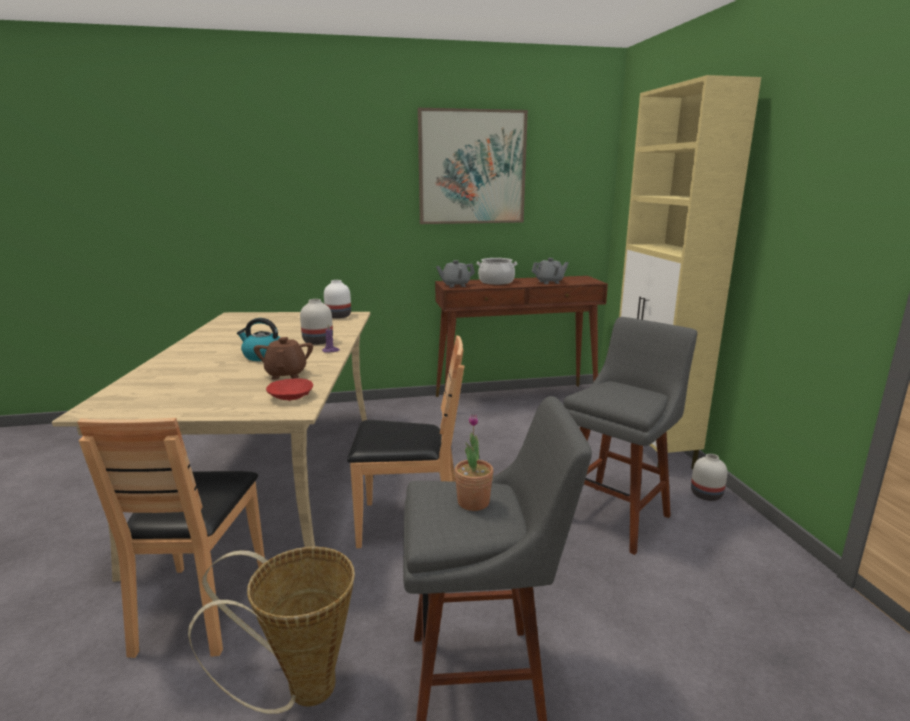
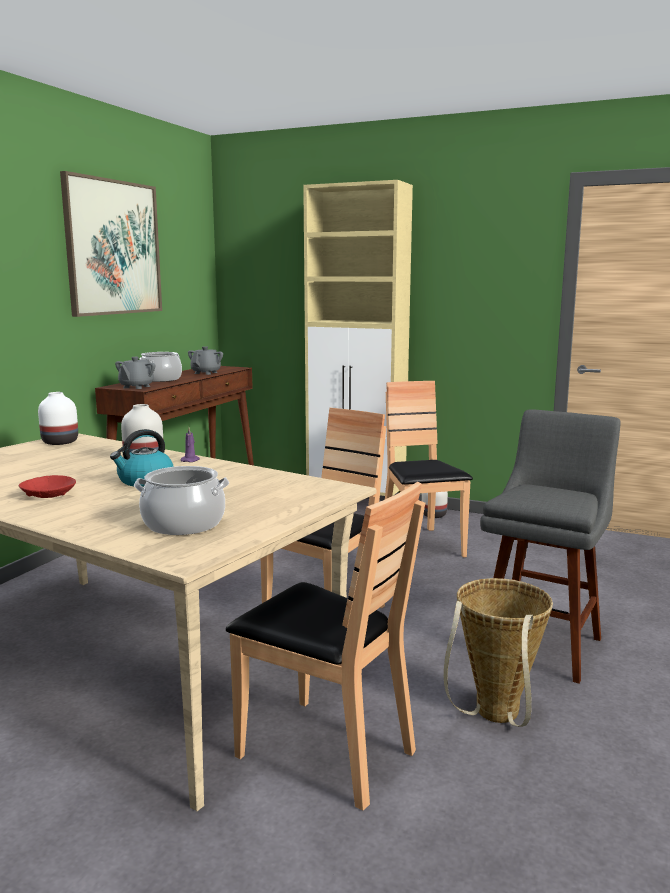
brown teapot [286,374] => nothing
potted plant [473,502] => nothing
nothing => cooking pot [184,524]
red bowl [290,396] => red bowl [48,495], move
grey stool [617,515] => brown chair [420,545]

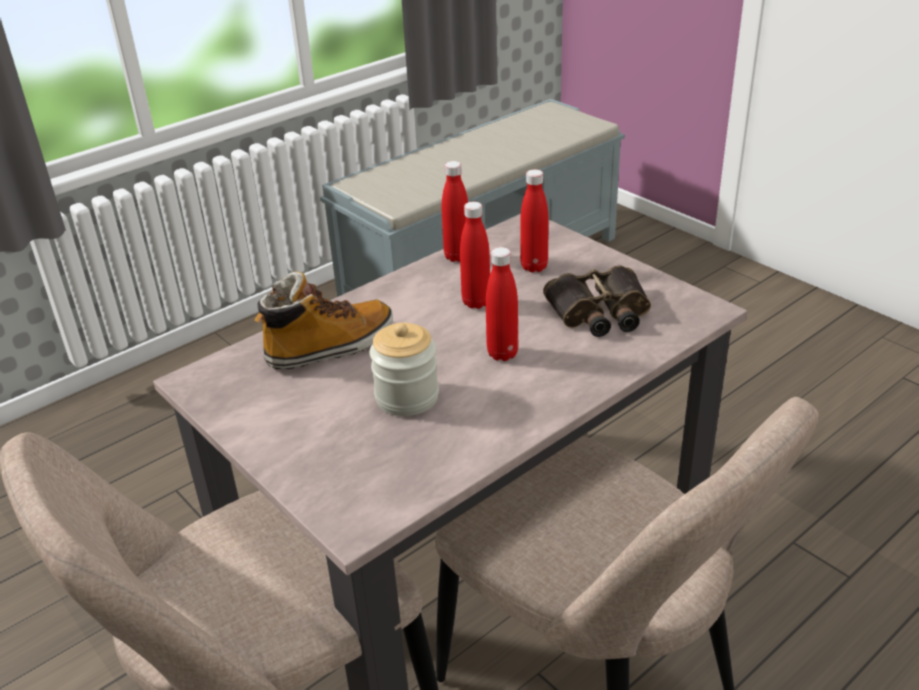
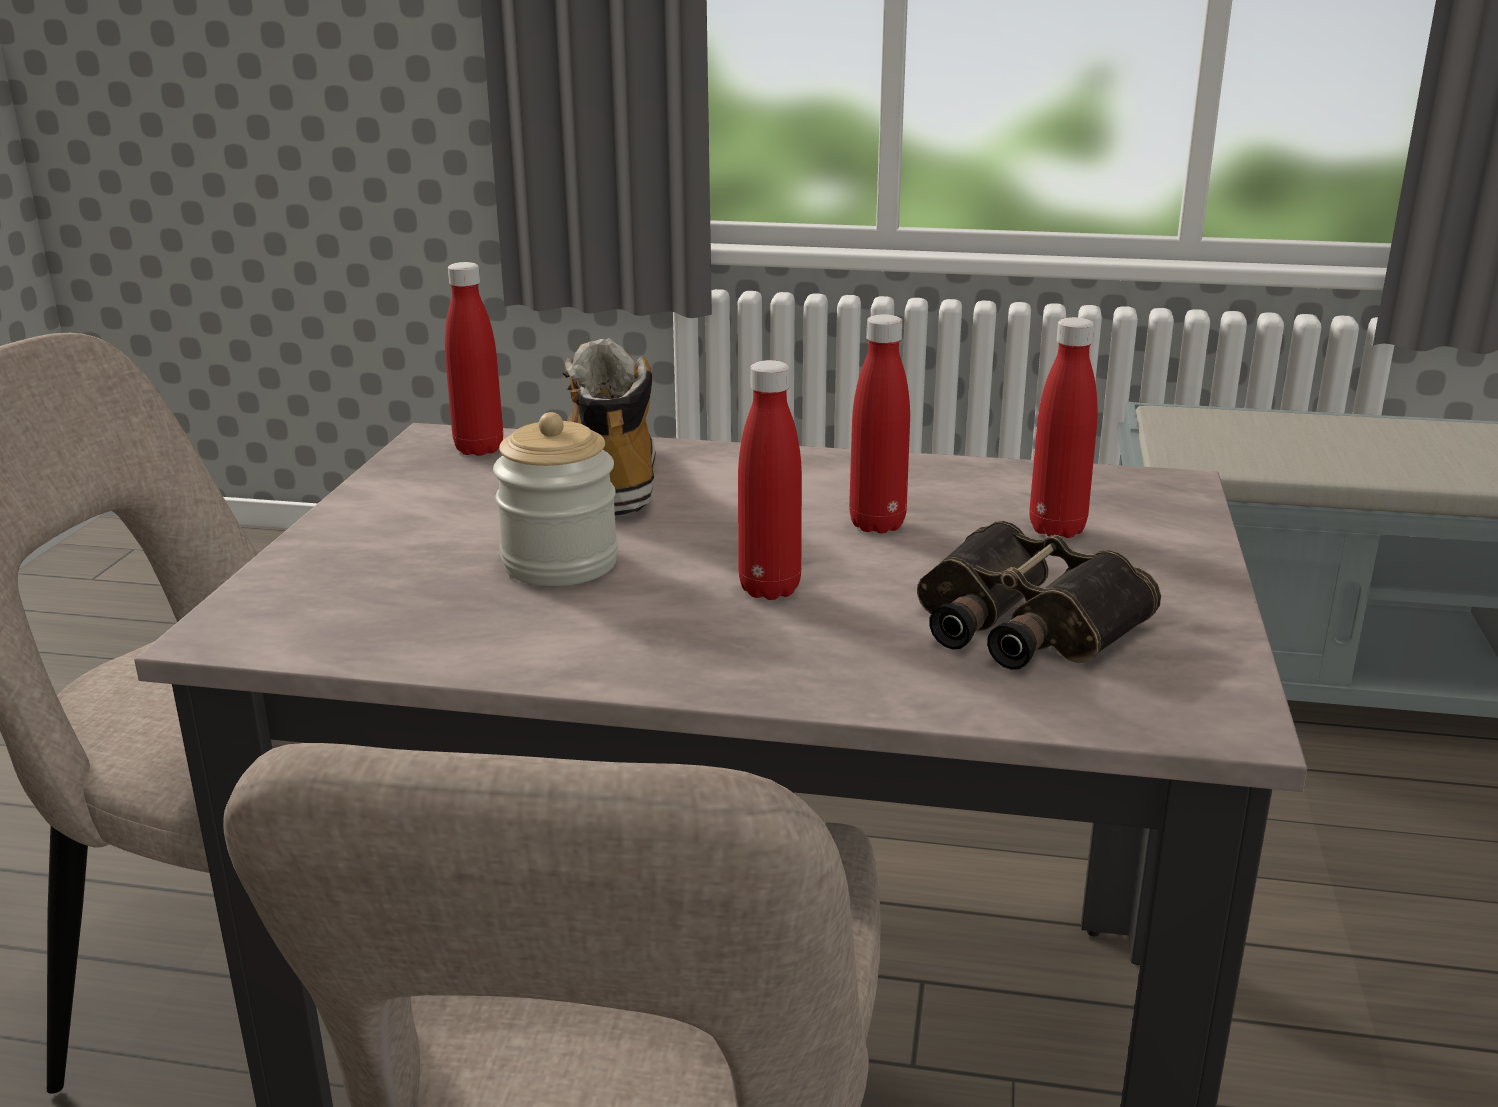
red bottle [457,257] => red bottle [479,449], move
boot [330,347] => boot [611,479], 120 degrees counterclockwise

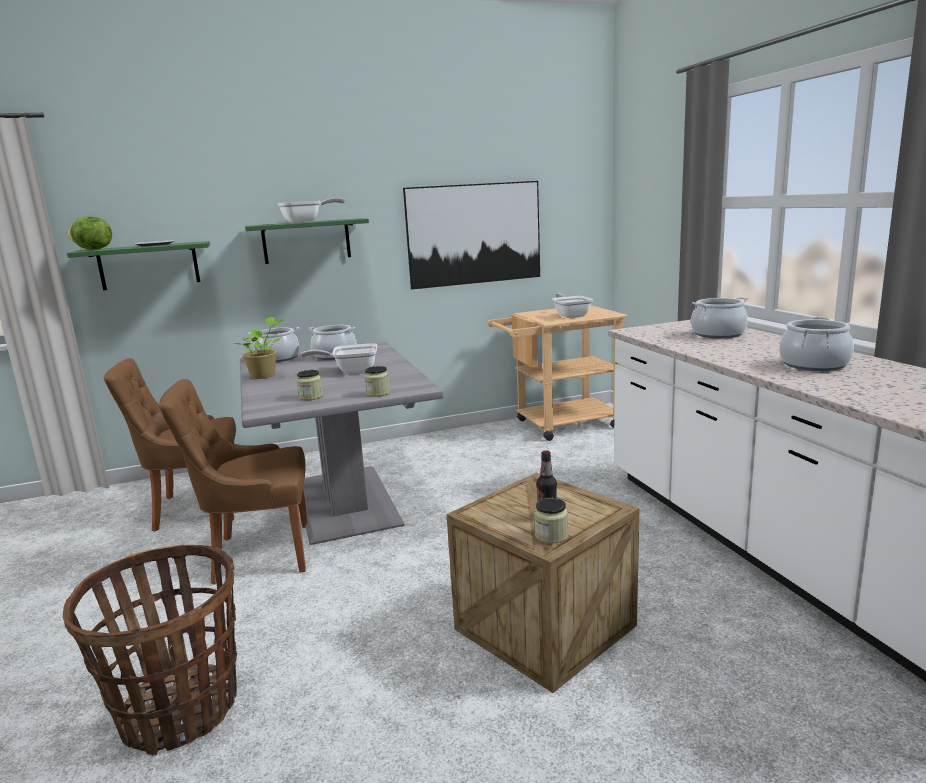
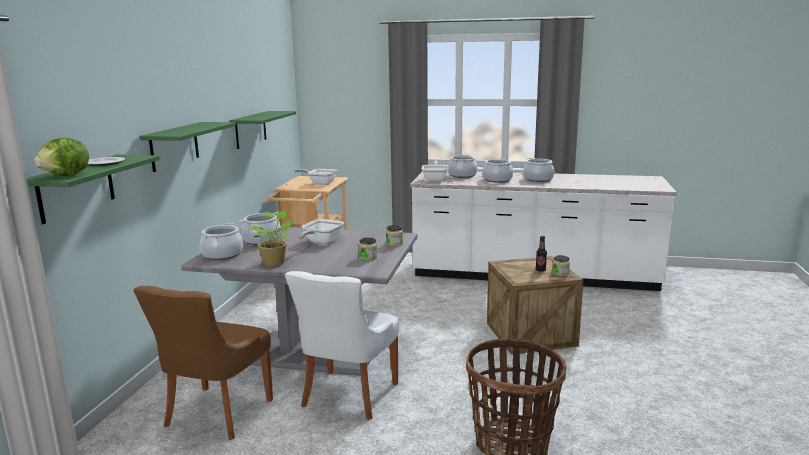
nothing => cooking pot [497,180]
frying pan [306,221] => frying pan [435,179], move
picture [474,234] => green shelf [250,129]
brown chair [258,554] => white chair [347,396]

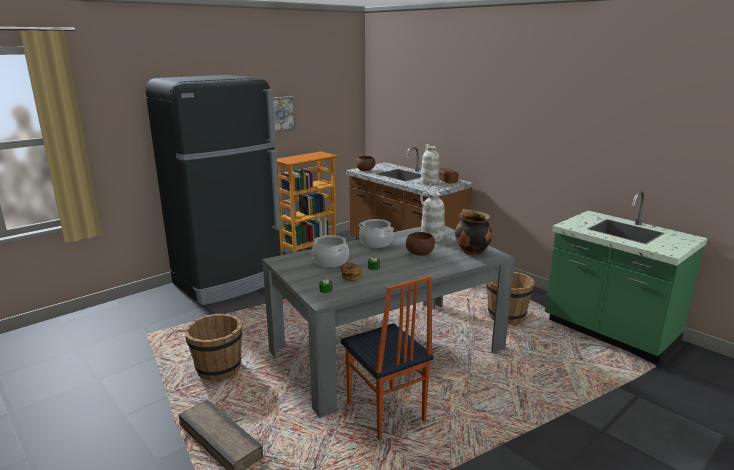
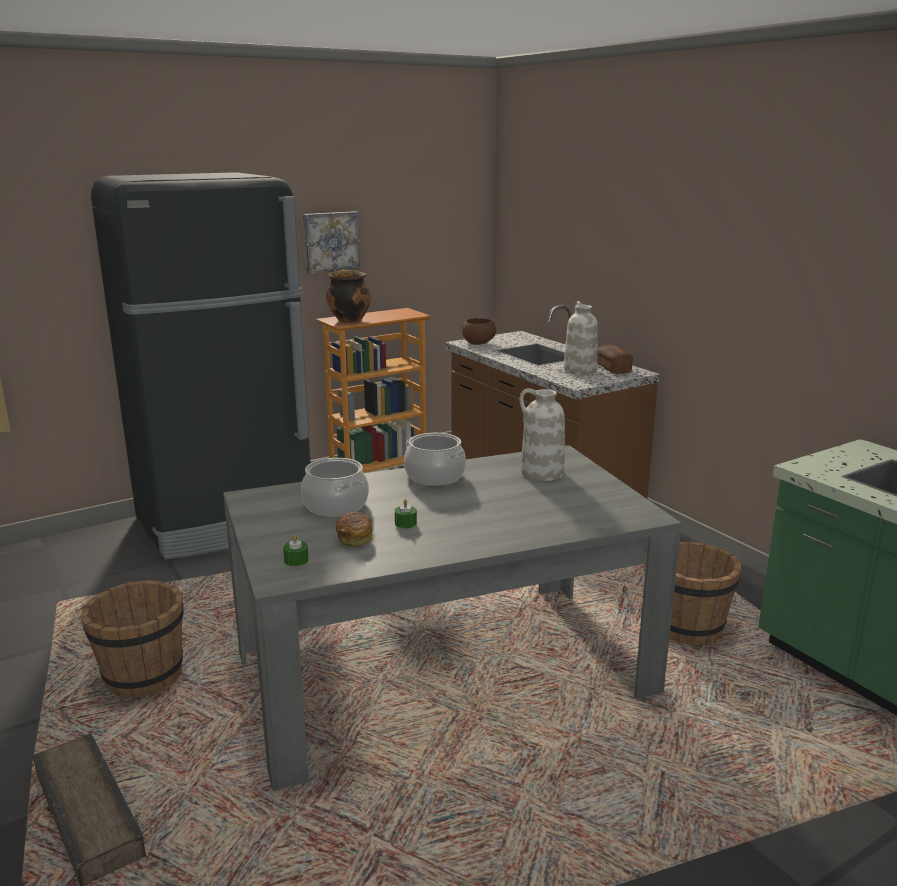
chair [385,413] => nothing
brown bowl [419,254] => nothing
cooking pot [471,252] => cooking pot [349,320], move

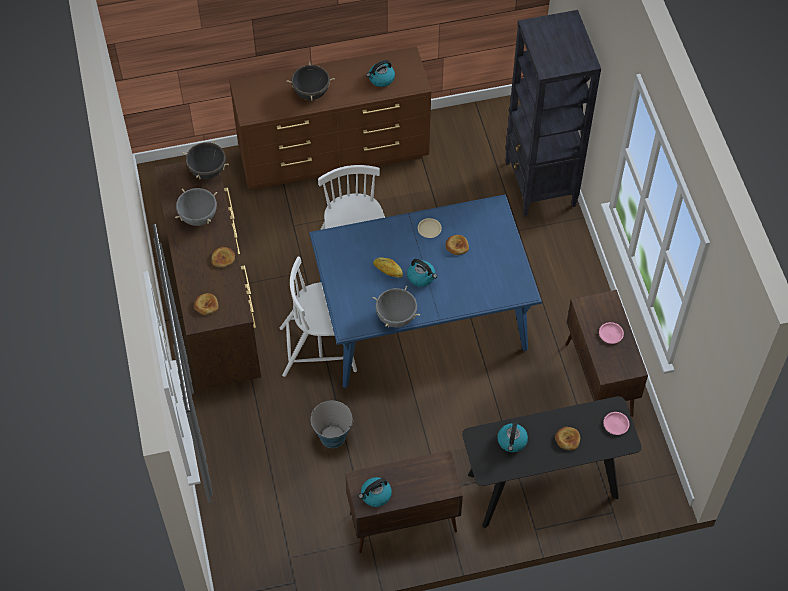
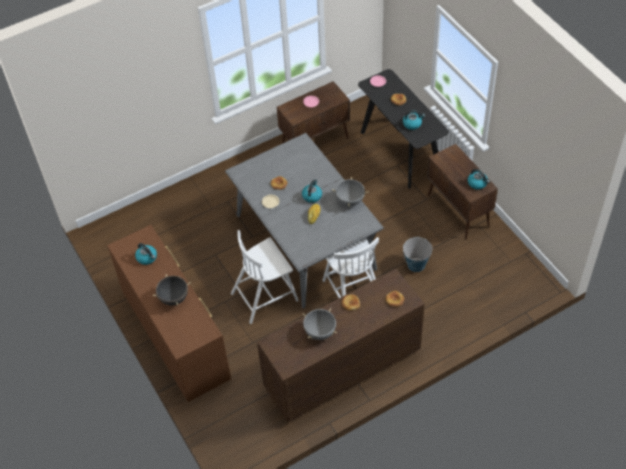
black cooking pot [207,171] => nothing
black bookcase [540,185] => nothing
blue dining table [423,318] => grey dining table [304,241]

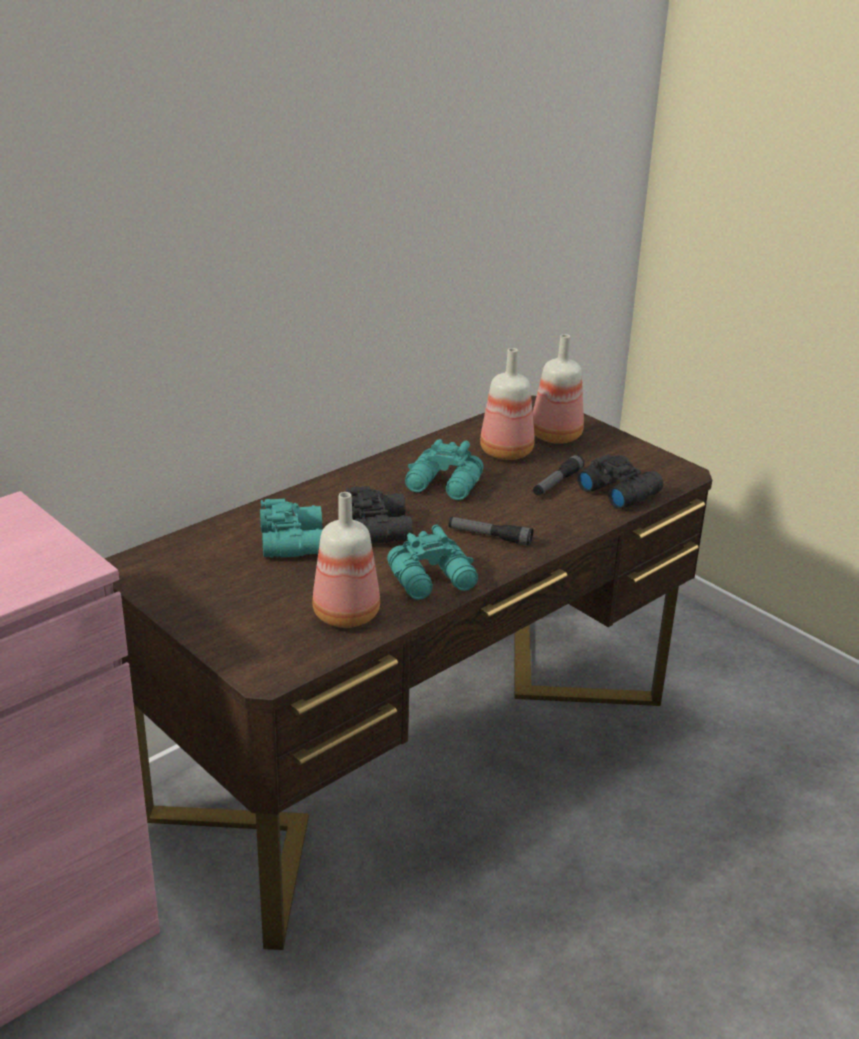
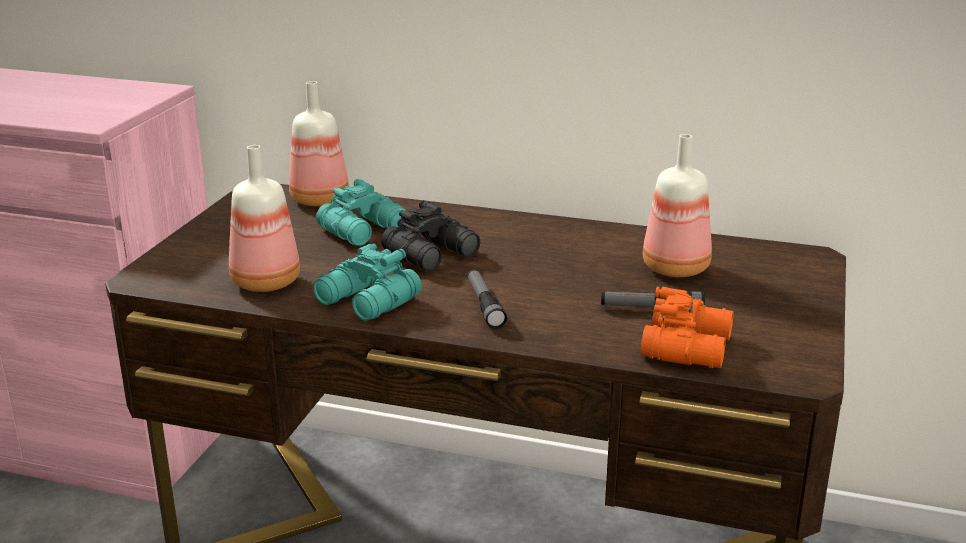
turquoise binoculars [445,485] => nothing
bottle [554,436] => bottle [318,199], move
black binoculars [619,490] => orange binoculars [689,346]

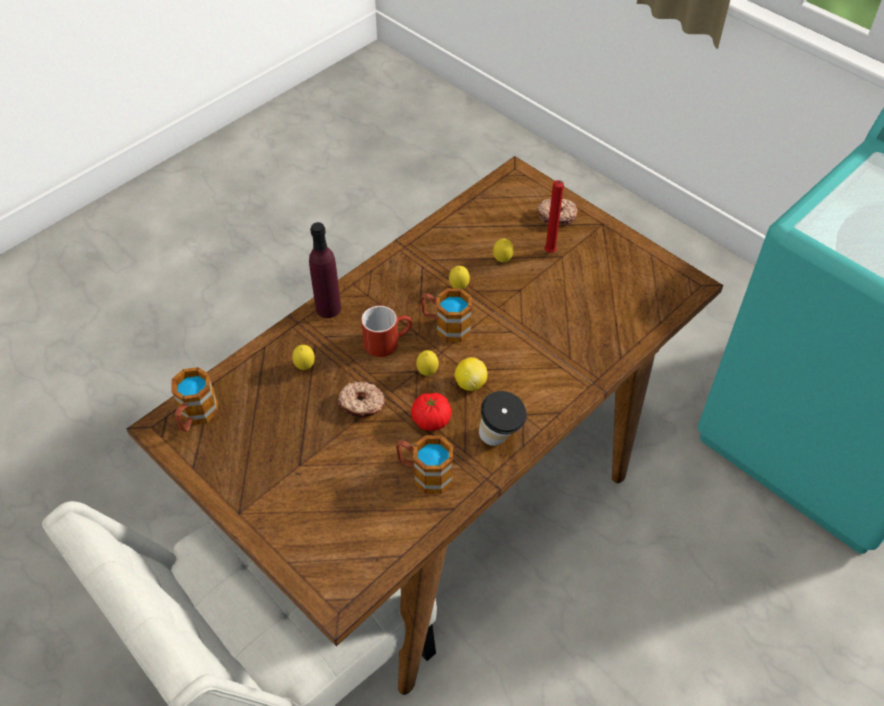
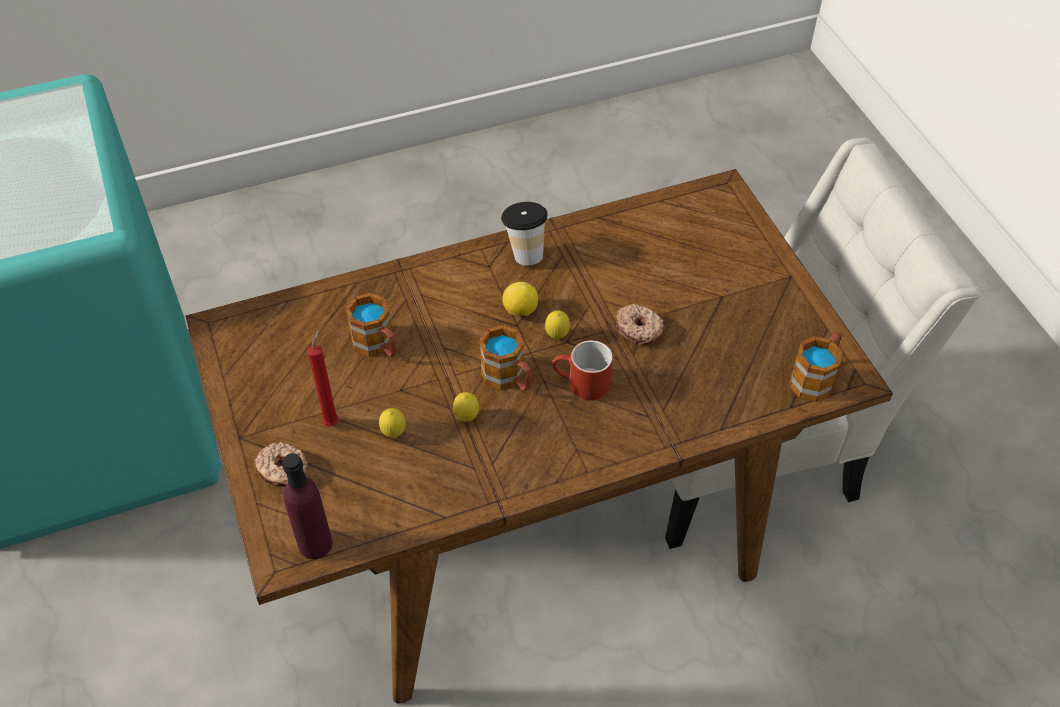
lemon [305,367] => nothing
tomato [431,420] => nothing
purple bottle [328,308] => purple bottle [315,544], move
mug [425,473] => mug [378,345], move

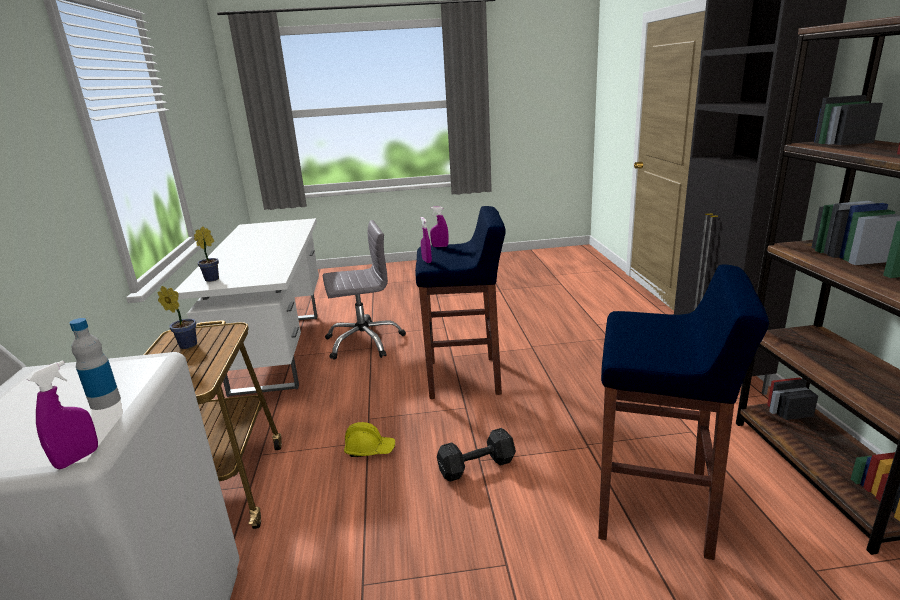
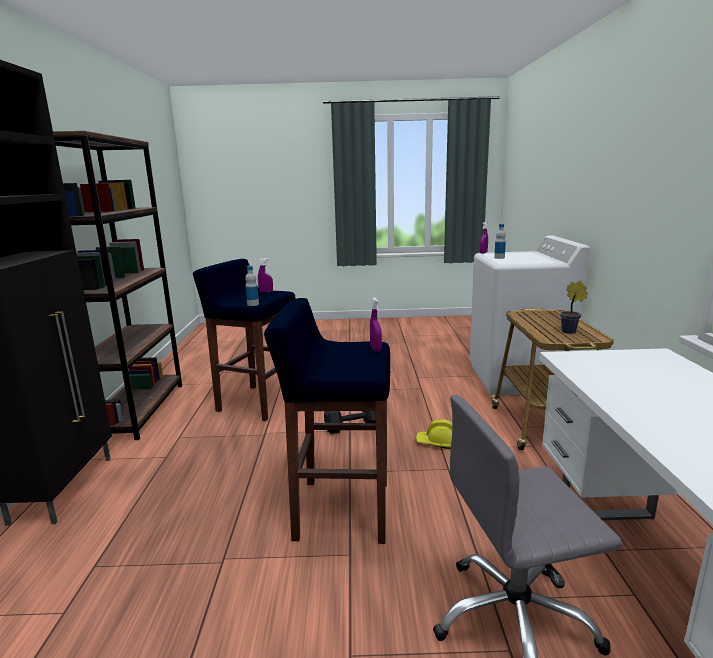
potted plant [213,279] => nothing
nothing => bottle [253,304]
purple spray bottle [440,246] => purple spray bottle [266,292], move

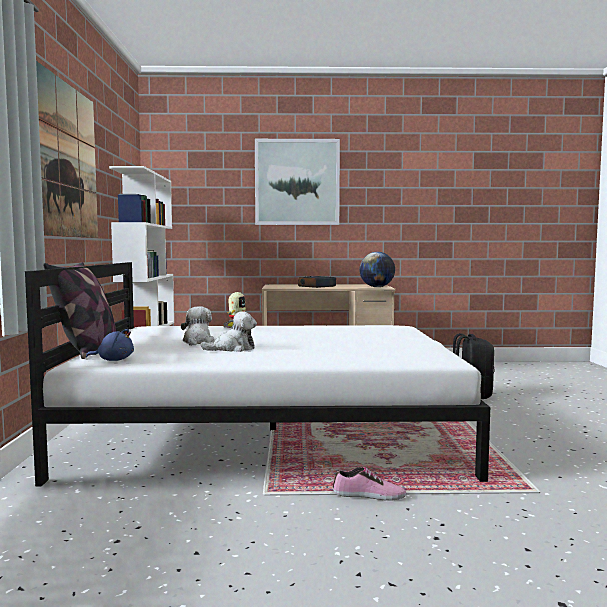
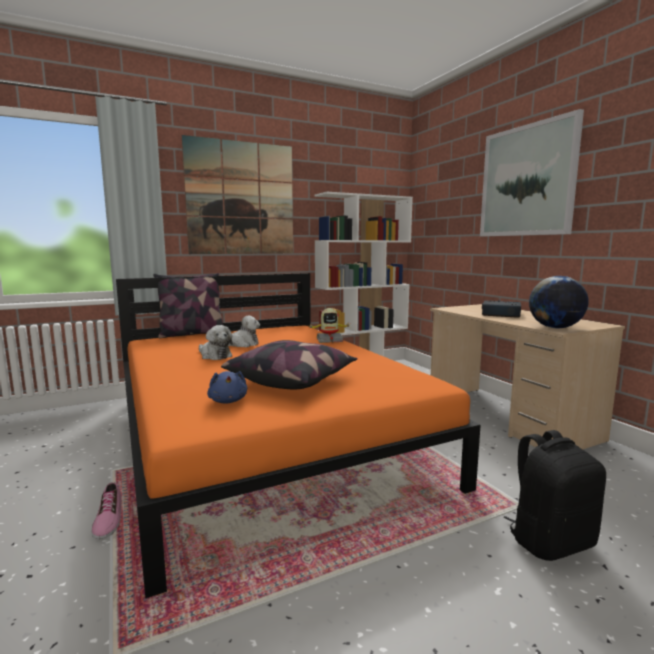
nothing => pillow [292,380]
blue plush toy [113,360] => blue plush toy [228,401], move
white bed [268,429] => orange bed [265,438]

